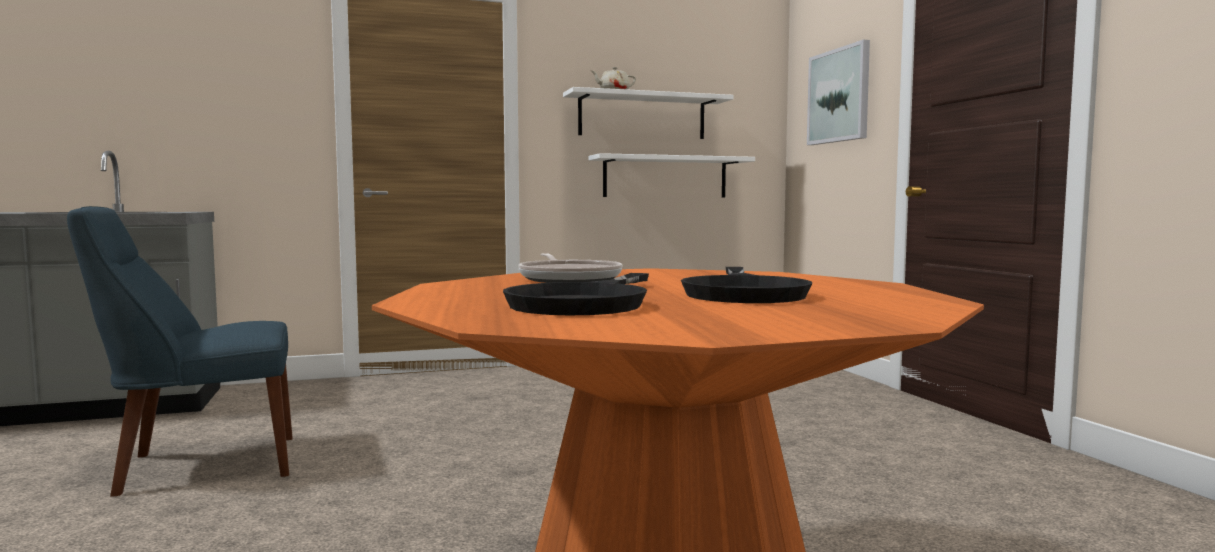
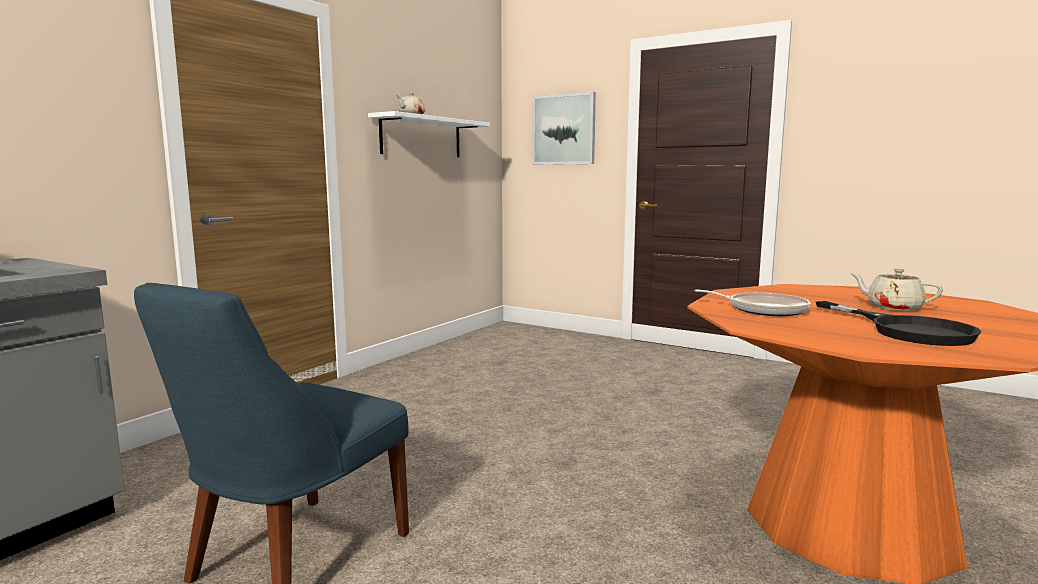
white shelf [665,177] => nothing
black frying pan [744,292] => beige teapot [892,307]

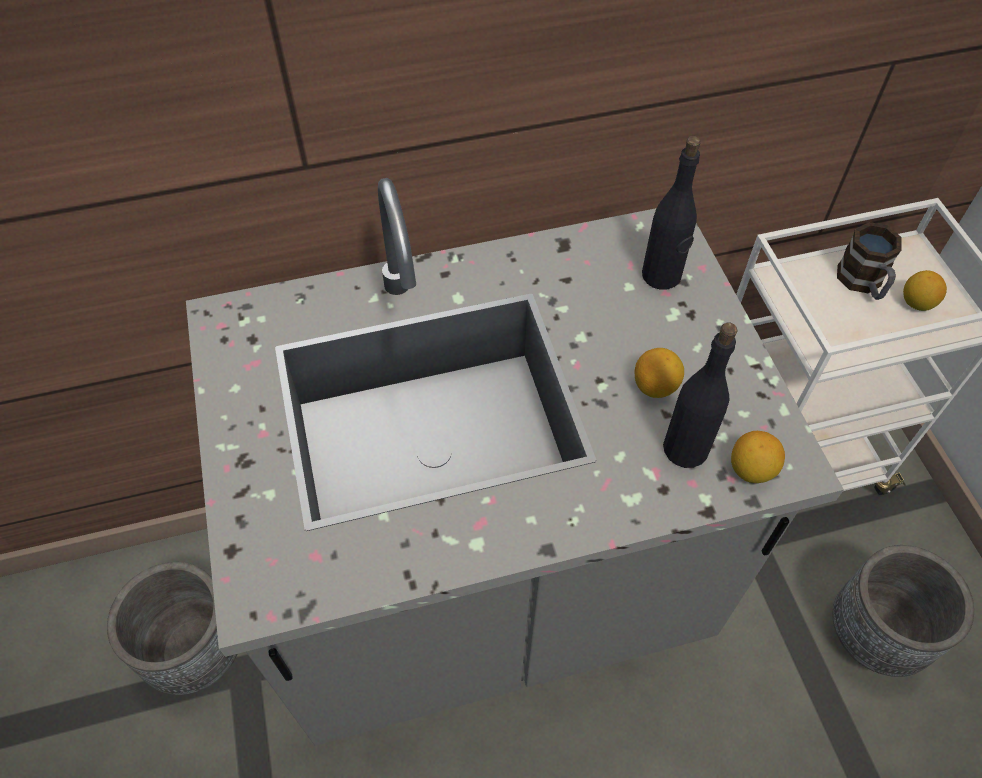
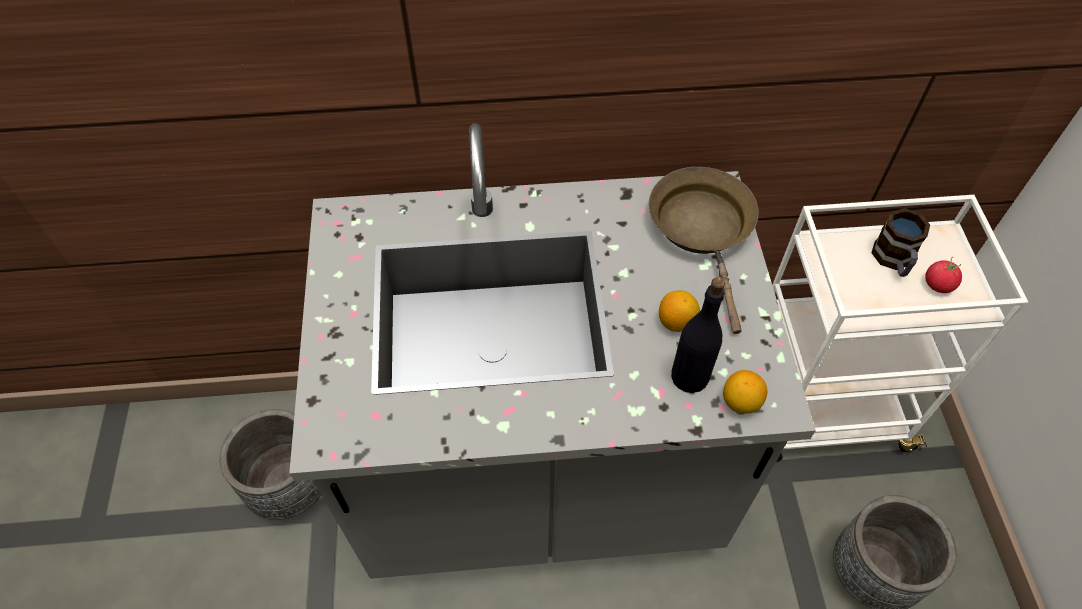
black bottle [661,275] => brown frying pan [703,230]
lemon [916,303] => tomato [938,284]

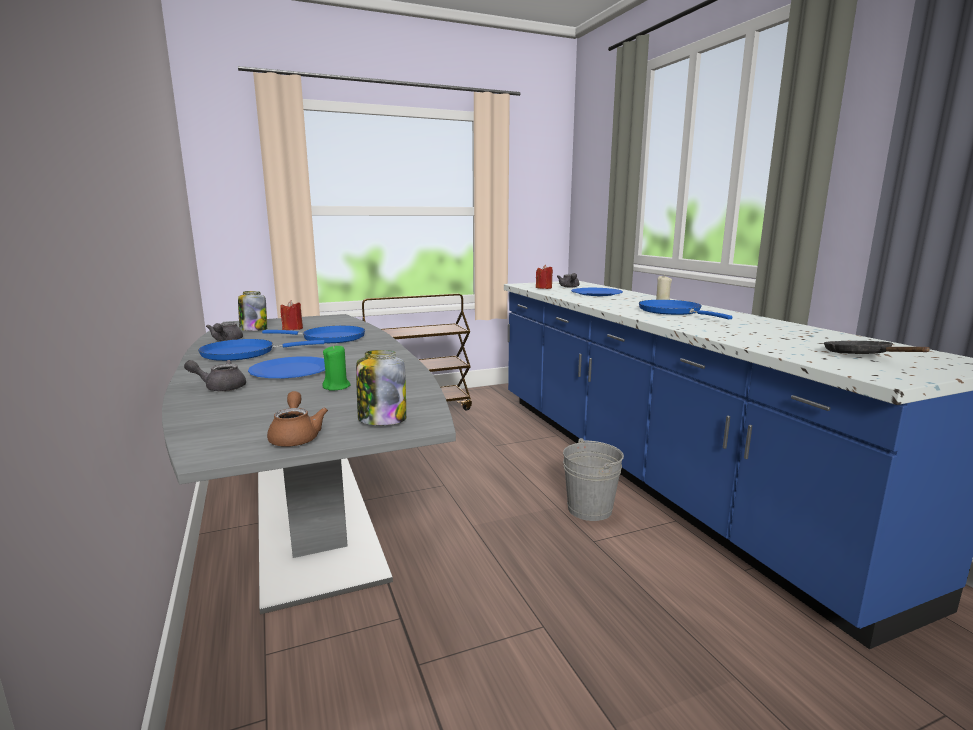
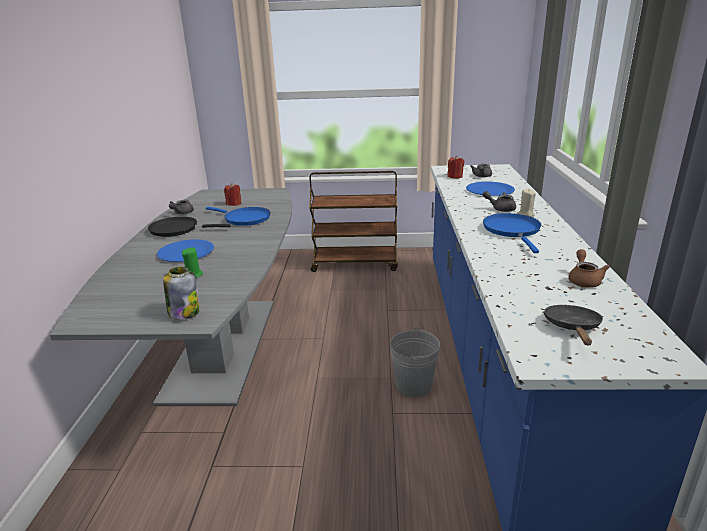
jar [253,330] => nothing
grey teapot [220,387] => grey teapot [500,209], move
brown teapot [296,437] => brown teapot [584,280], move
blue frying pan [244,353] => black frying pan [178,229]

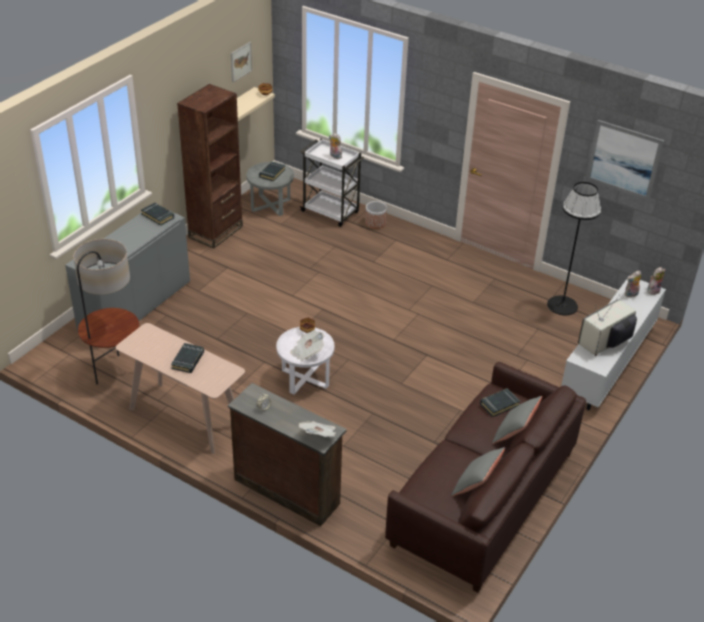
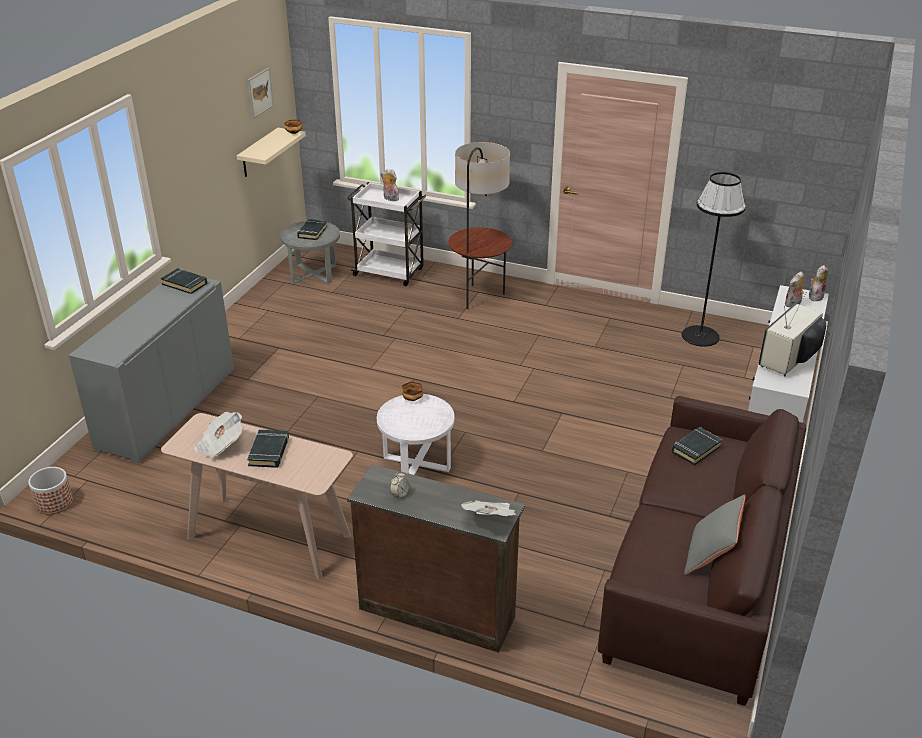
brown bookcase [216,232] => nothing
grey pillow [514,433] => nothing
picture [623,160] => nothing
floor lamp [115,372] => floor lamp [479,297], move
newspaper [307,352] => newspaper [220,445], move
planter [375,223] => planter [55,502], move

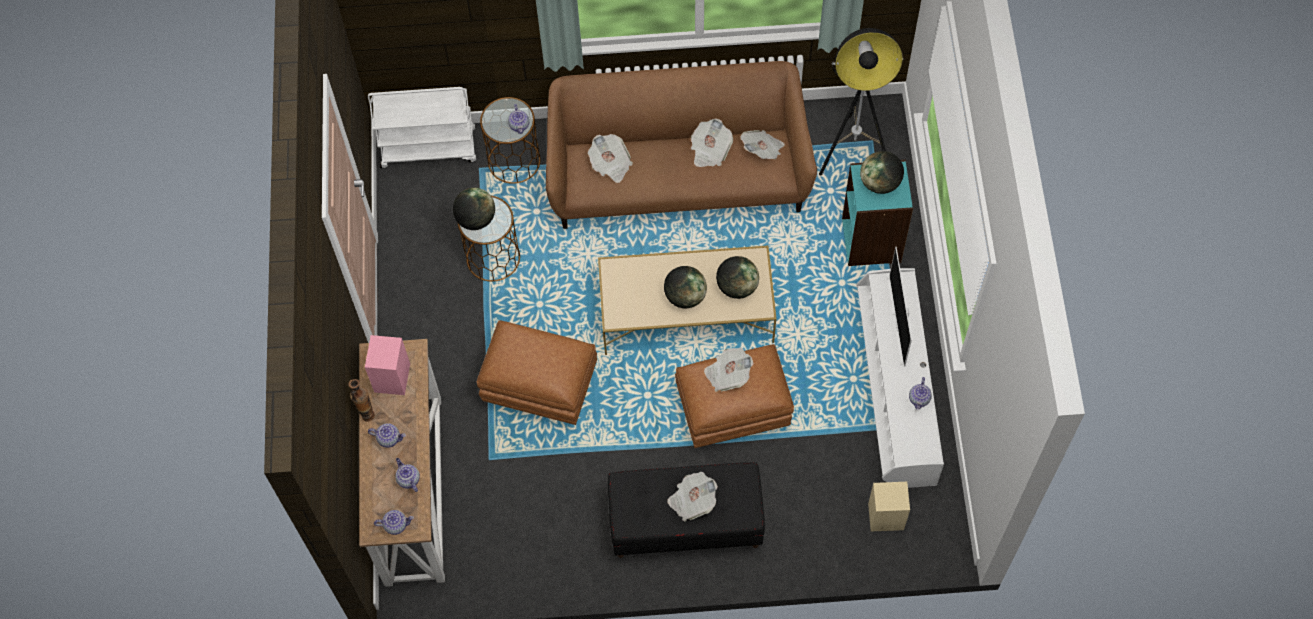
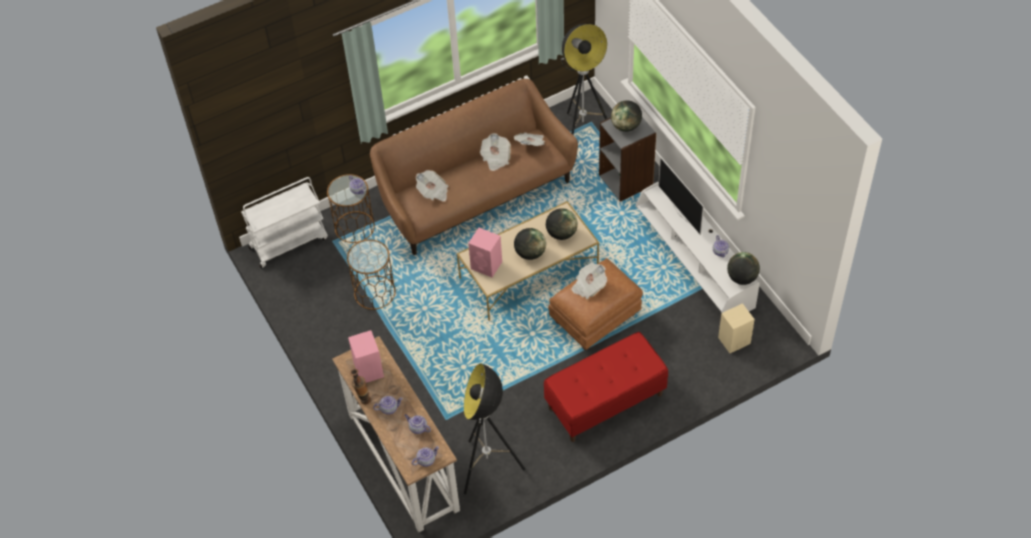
brown ottoman [539,386] => nothing
newspaper [692,501] => nothing
nothing => floor lamp [488,468]
nothing => pink speaker [487,265]
globe [476,219] => globe [742,278], move
black bench [685,524] => red bench [605,402]
turquoise bookcase [872,240] => grey bookcase [626,180]

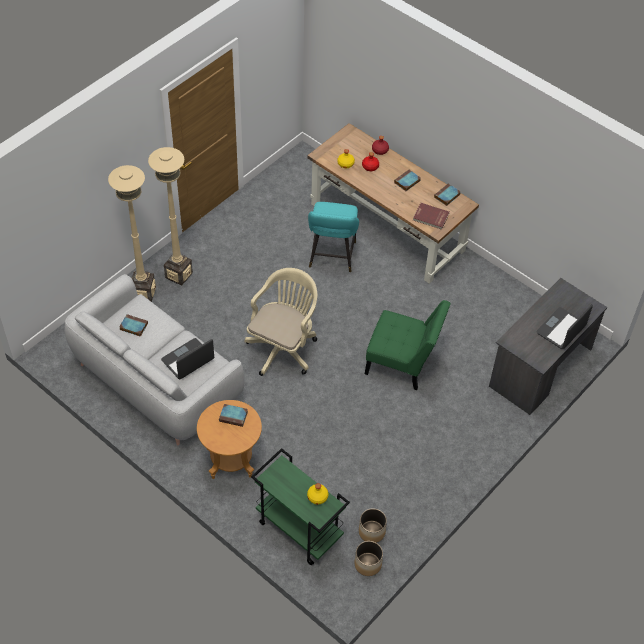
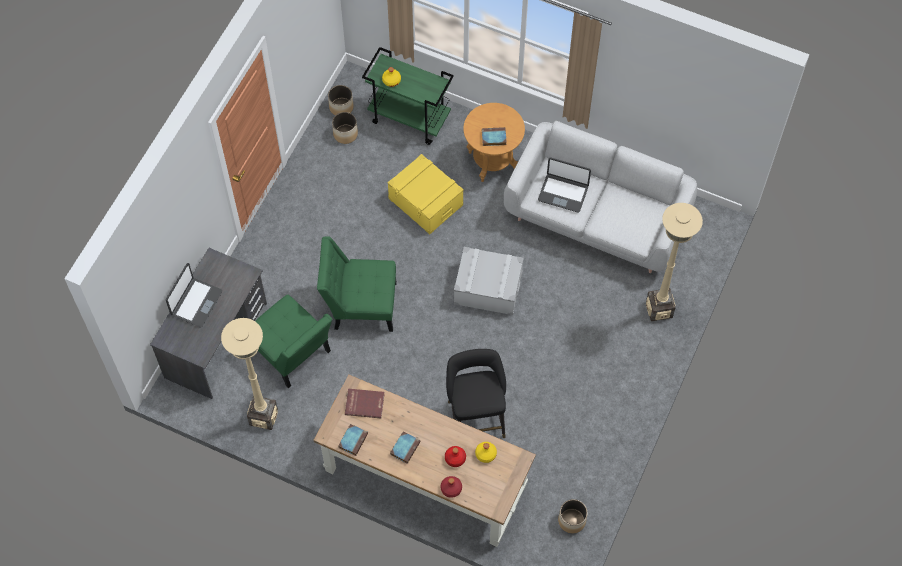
book [133,326] => nothing
nothing => green chair [292,354]
nothing => yellow storage box [426,202]
nothing => planter [571,521]
beige floor lamp [178,275] => beige floor lamp [263,417], move
beige office chair [283,347] => grey storage box [488,288]
turquoise stool [332,257] => black stool [475,415]
laptop [188,360] => laptop [563,193], 75 degrees clockwise

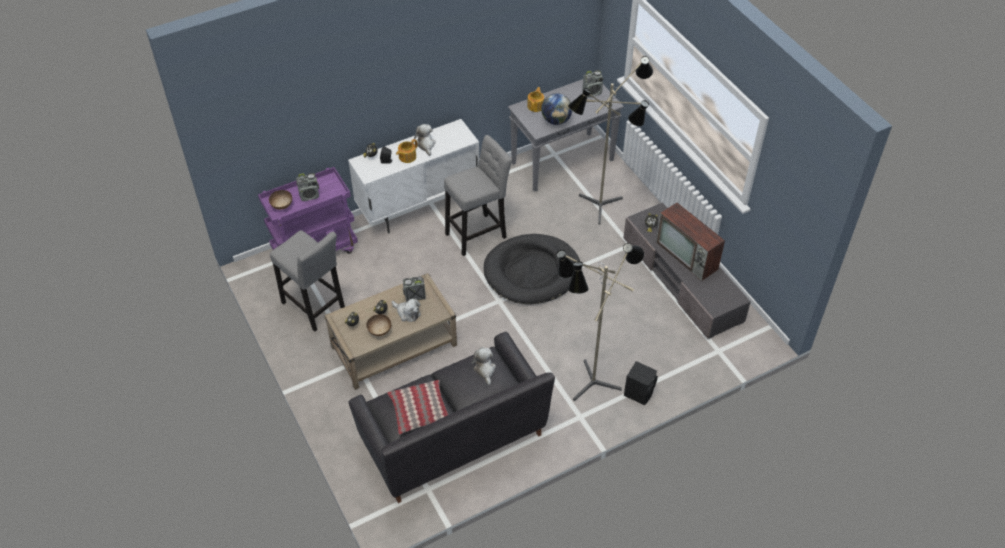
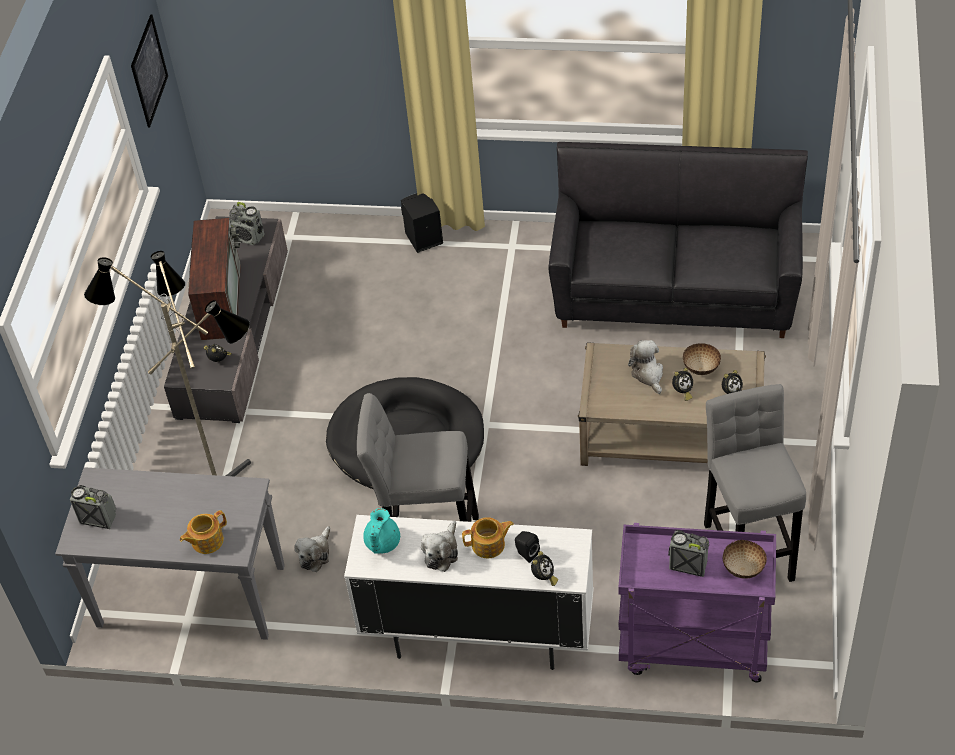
pillow [420,411] => nothing
globe [556,120] => nothing
floor lamp [588,380] => nothing
nothing => picture [149,71]
nothing => turquoise teapot [381,543]
radio [414,296] => radio [249,237], move
plush toy [485,370] => plush toy [315,554], move

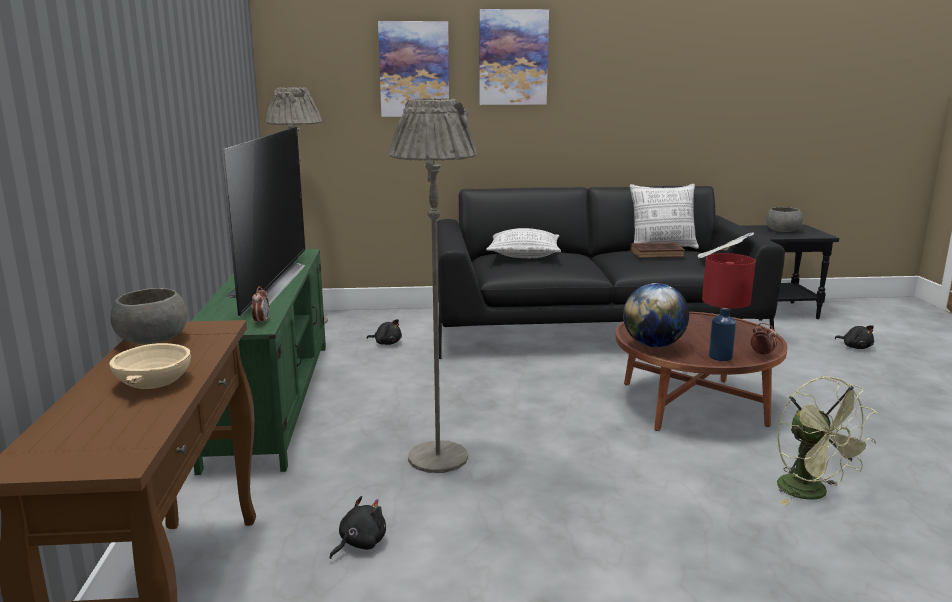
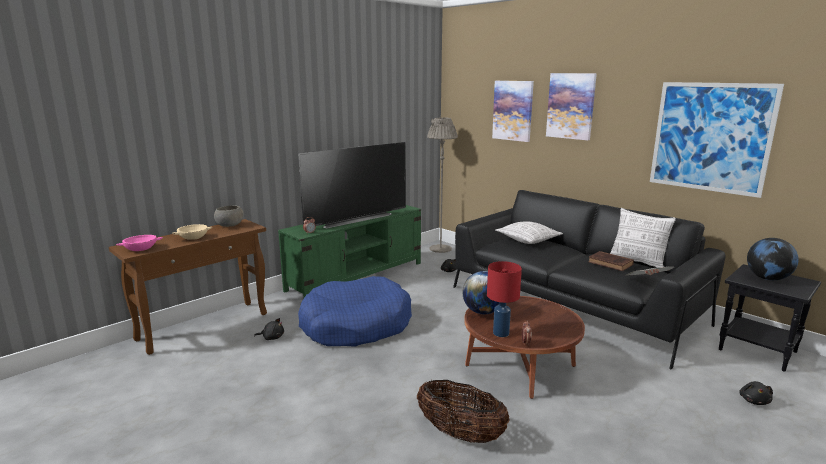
nothing => pink bowl [140,249]
nothing => picture [710,137]
grey floor lamp [438,457] => blue dog bed [355,325]
grey bowl [782,231] => globe [767,278]
green fan [811,493] => basket [460,434]

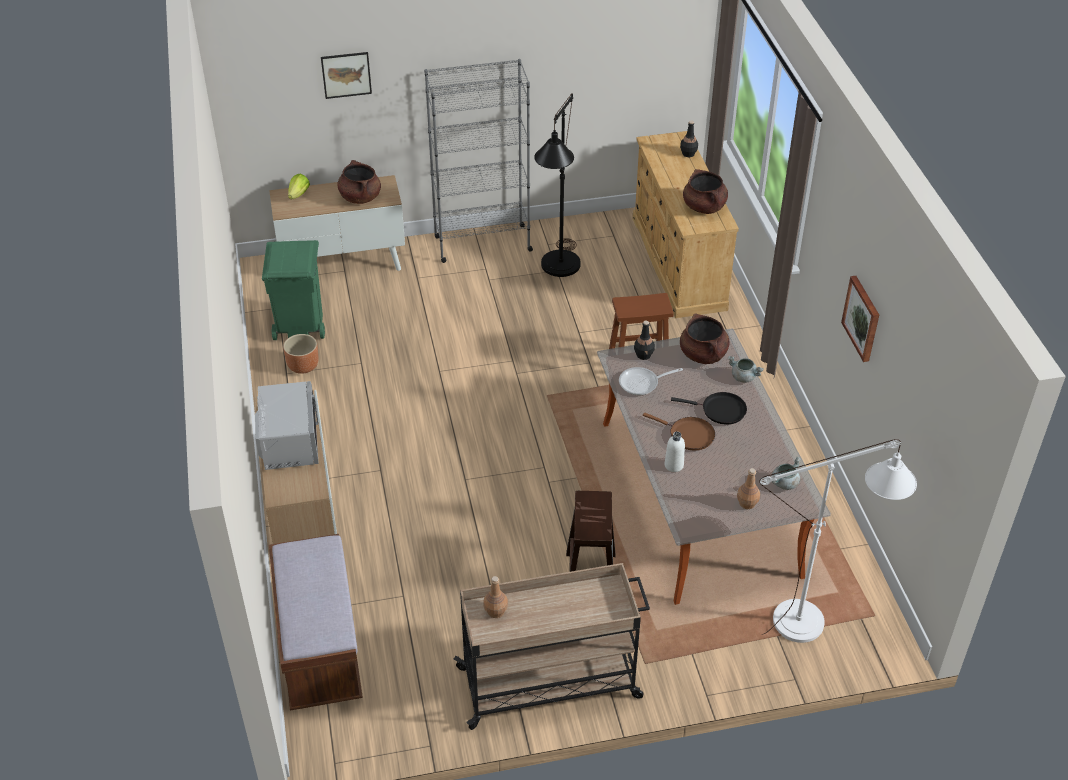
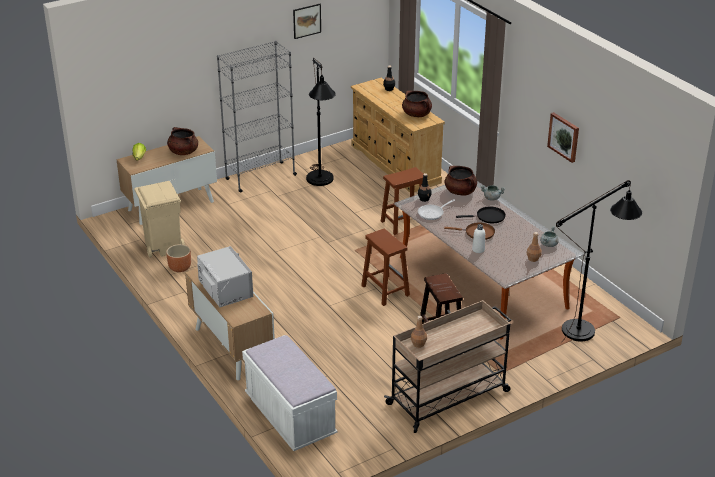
nothing => brown stool [384,290]
picture [346,75] => picture [307,21], move
green trash can [300,326] => beige trash can [163,246]
brown bench [319,649] => white bench [290,416]
white floor lamp [813,621] => black floor lamp [586,328]

